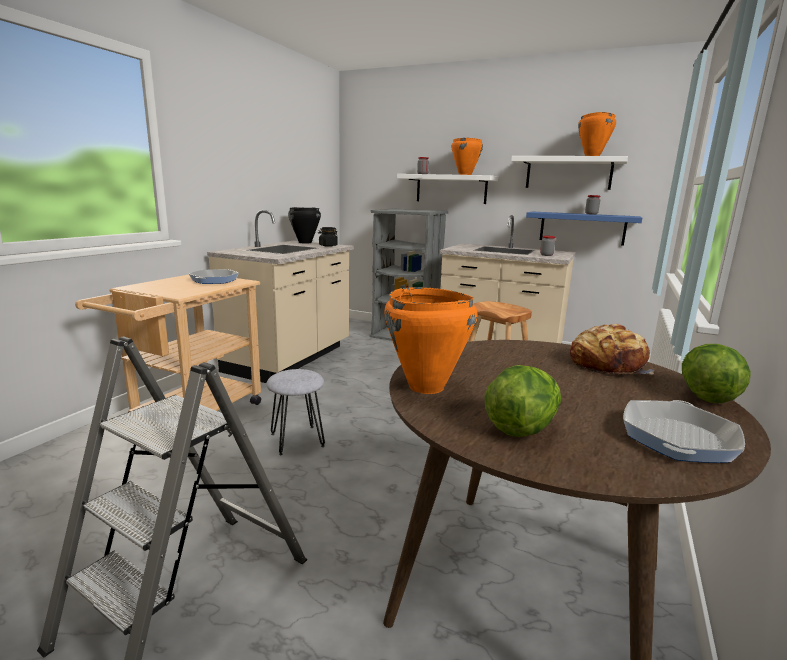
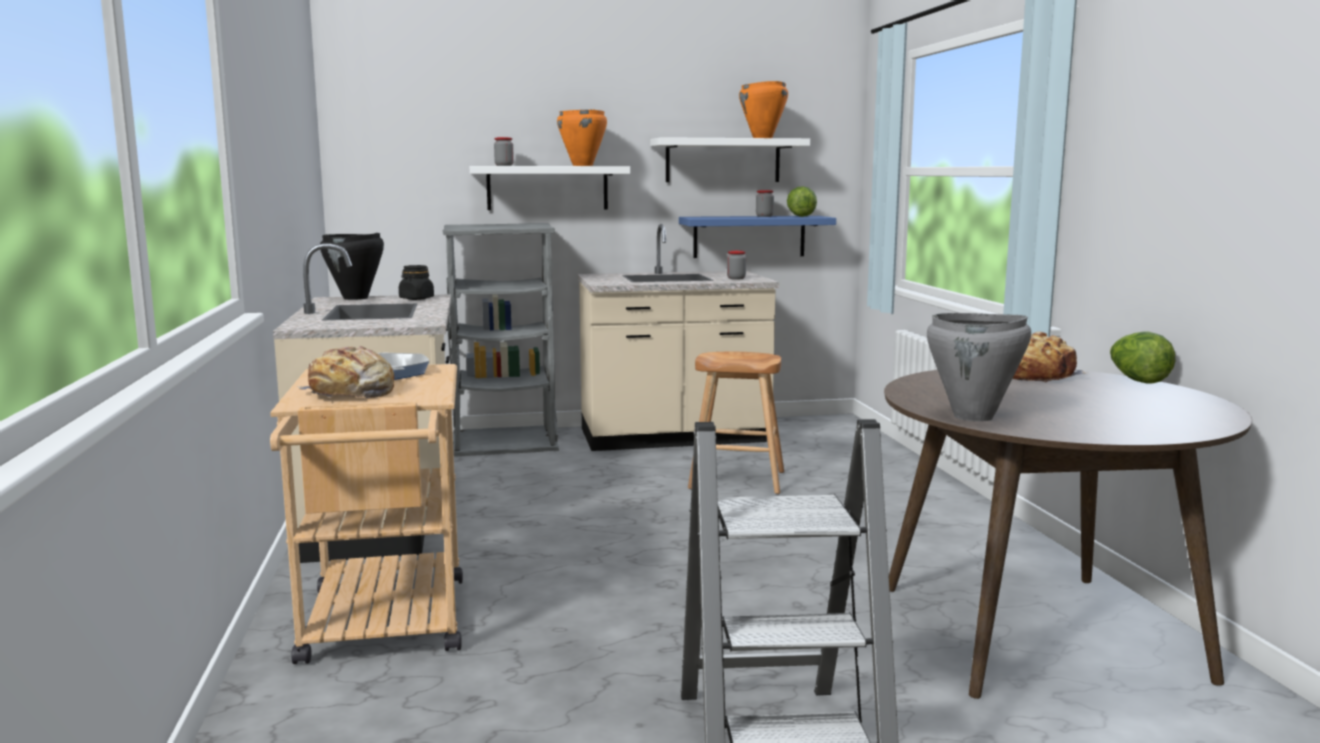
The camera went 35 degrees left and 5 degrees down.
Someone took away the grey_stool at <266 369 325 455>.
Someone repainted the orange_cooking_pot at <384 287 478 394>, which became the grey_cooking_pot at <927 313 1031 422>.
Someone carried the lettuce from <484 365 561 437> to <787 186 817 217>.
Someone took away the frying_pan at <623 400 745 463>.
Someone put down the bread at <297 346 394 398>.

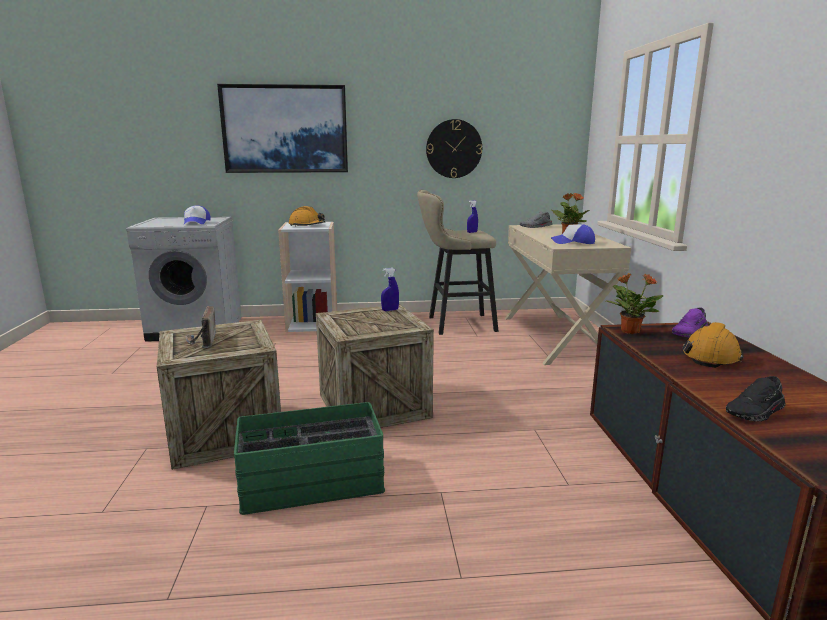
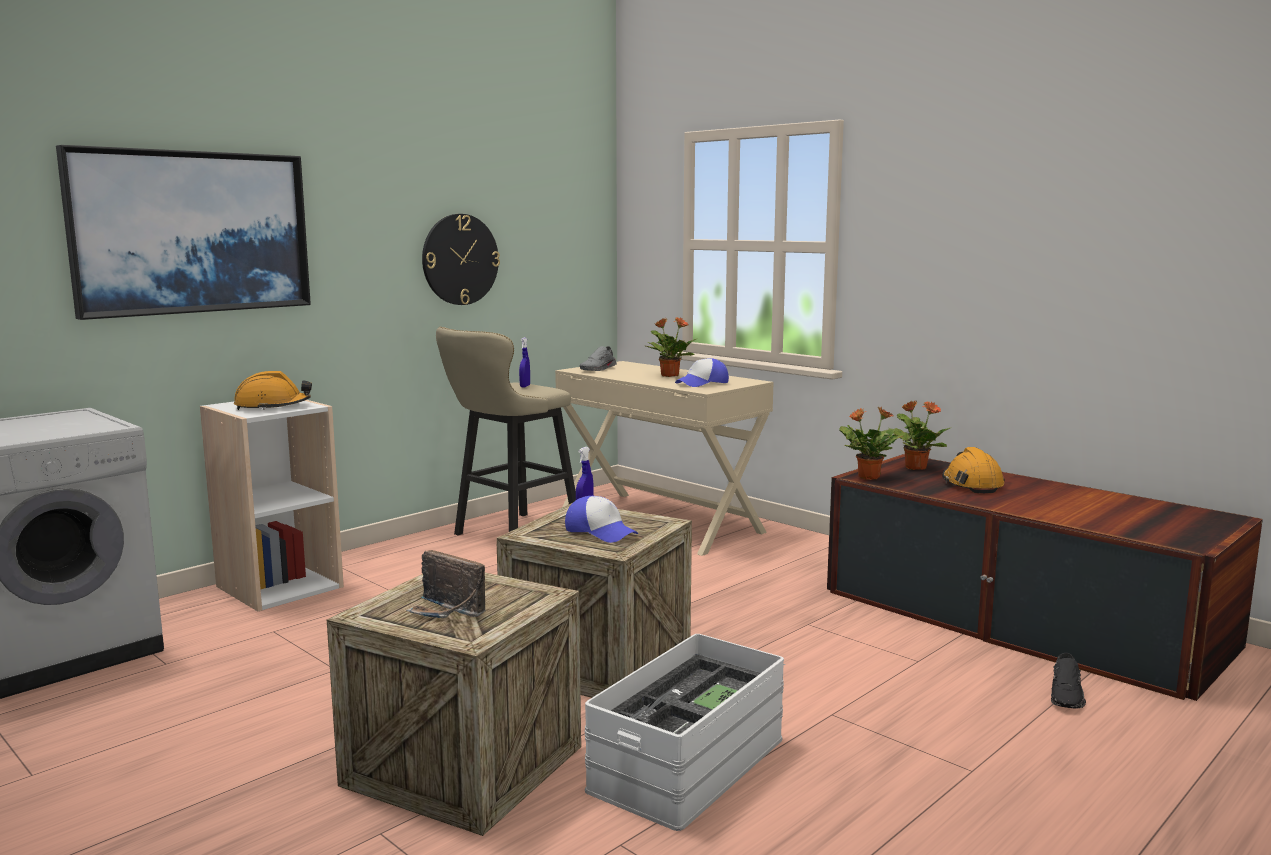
The camera went 40 degrees left and 5 degrees down.
Someone carried the cap from <184 206 211 224> to <565 496 638 543>.
Someone repainted the green_storage_box at <234 402 385 515>, which became the white_storage_box at <585 634 785 831>.
Someone swapped the purple_shoe at <672 307 708 337> for the potted_plant at <889 400 950 470>.
Someone carried the black_shoe from <726 376 786 422> to <1051 653 1086 709>.

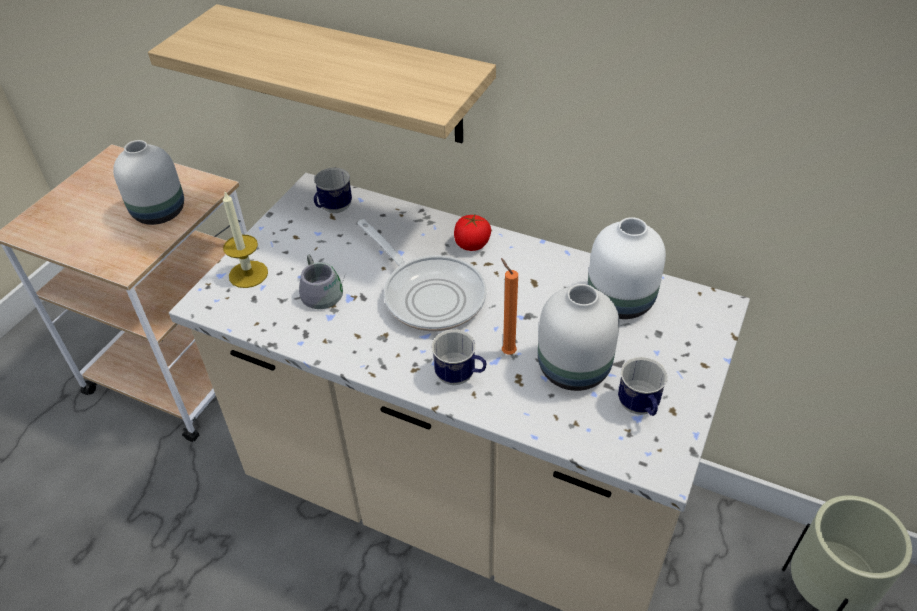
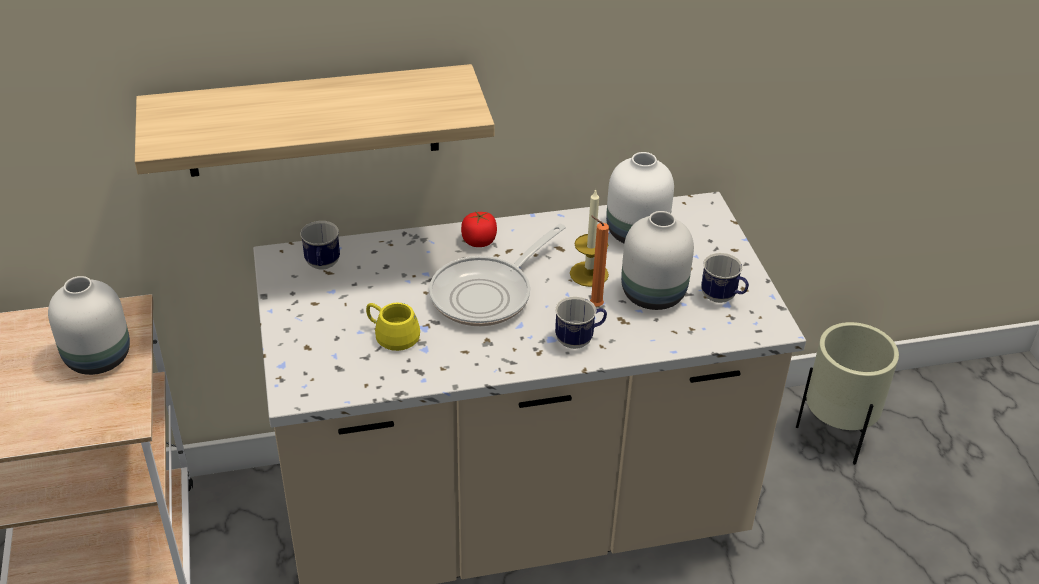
The camera went 40 degrees left and 5 degrees down.
Someone carried the candle from <223 192 268 288> to <570 188 609 287>.
Someone repainted the grey_mug at <299 255 346 309>, which became the yellow_mug at <366 302 420 351>.
Someone rotated the frying_pan at <357 219 487 332> by 120 degrees clockwise.

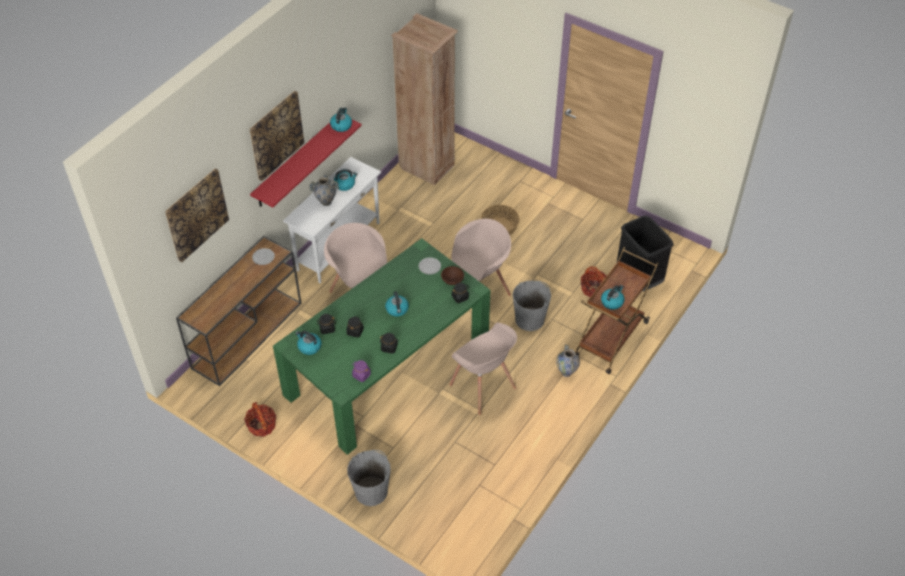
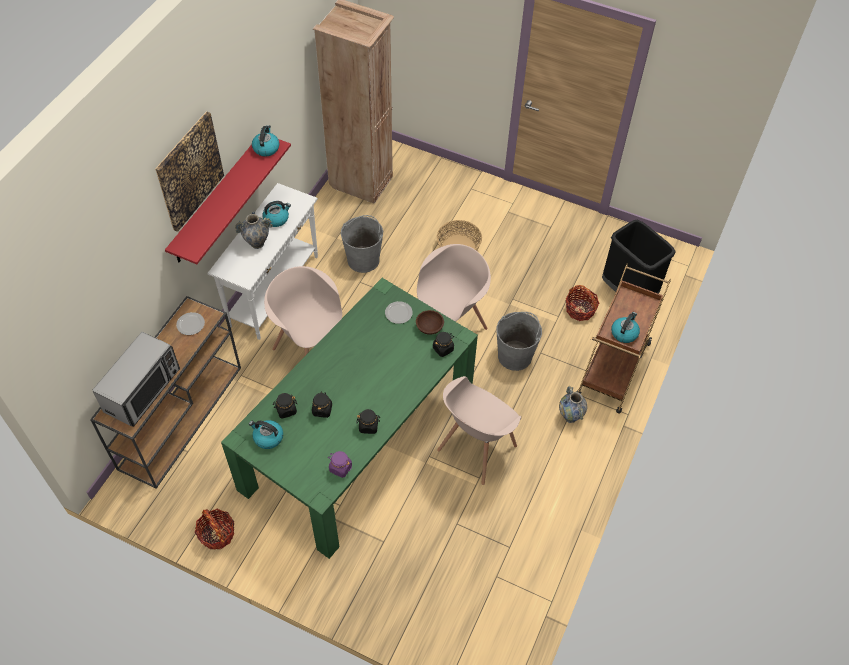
The camera went 10 degrees left and 5 degrees up.
Someone took away the picture at <165 169 229 262>.
Someone carried the grey_bucket from <347 450 391 506> to <341 215 383 273>.
Someone took away the kettle at <385 291 409 317>.
Someone rotated the beige_chair at <449 323 517 415> by 90 degrees clockwise.
Someone put down the microwave at <92 332 180 427>.

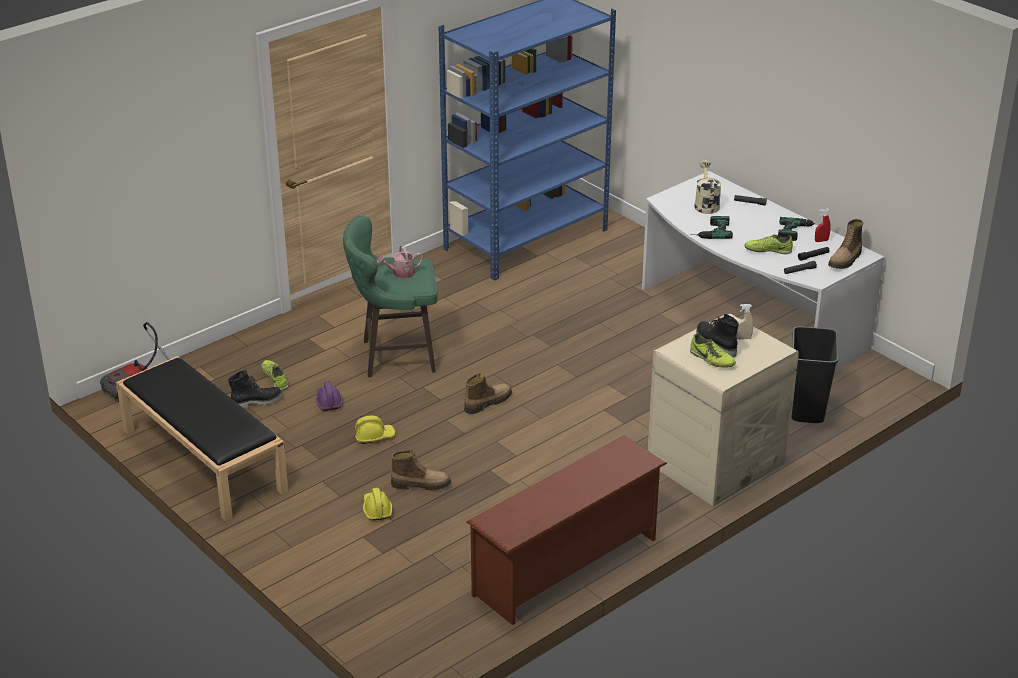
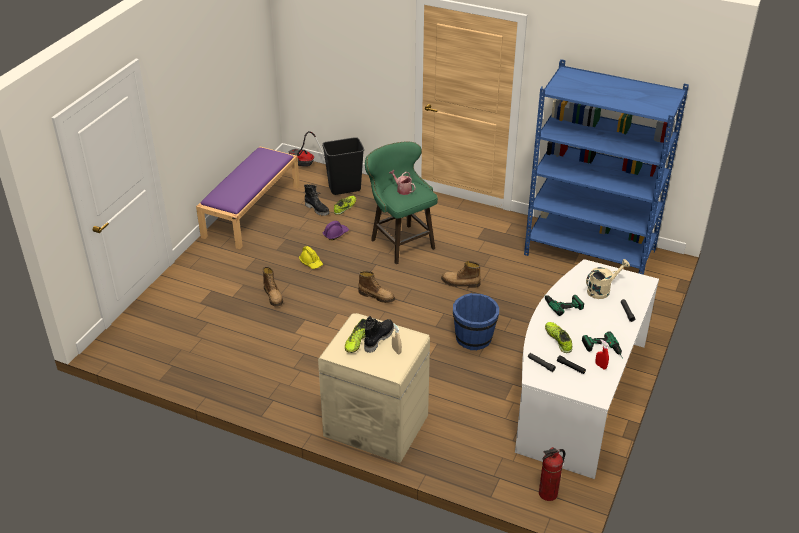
The camera went 65 degrees right and 5 degrees up.
Someone repainted the black_bench at <116 356 288 522>, which became the purple_bench at <196 147 300 249>.
Someone took away the yellow_hard_hat at <363 488 392 520>.
Someone took away the brown_shoe_rack at <466 435 667 625>.
Someone carried the black_trash_can from <791 326 838 423> to <322 137 364 195>.
Someone carried the boot from <828 219 863 269> to <441 261 481 288>.
Someone put down the blue_bucket at <453 293 499 350>.
Someone put down the fire_extinguisher at <539 447 565 501>.

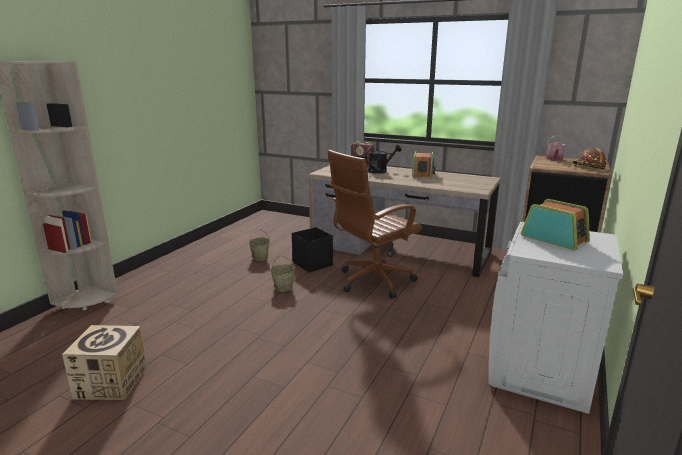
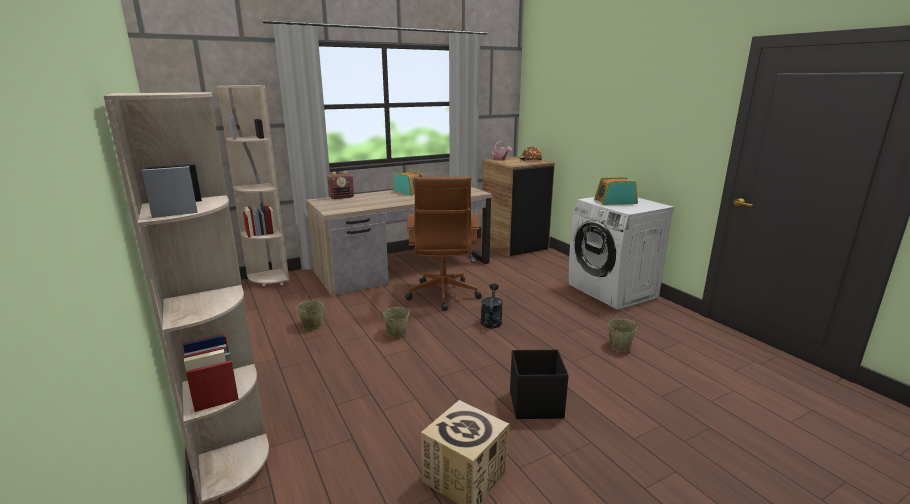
The camera went 55 degrees left and 0 degrees up.
Someone carried the black_storage_box from <292 227 333 272> to <510 349 569 419>.
Someone carried the black_watering_can from <365 145 401 174> to <480 284 503 328>.
Someone put down the beige_bookcase at <217 85 289 286>.
Someone put down the beige_bucket at <608 310 637 352>.

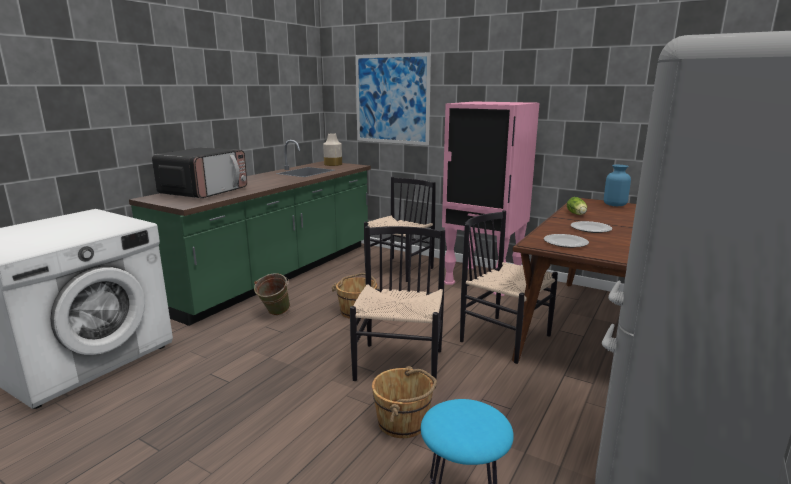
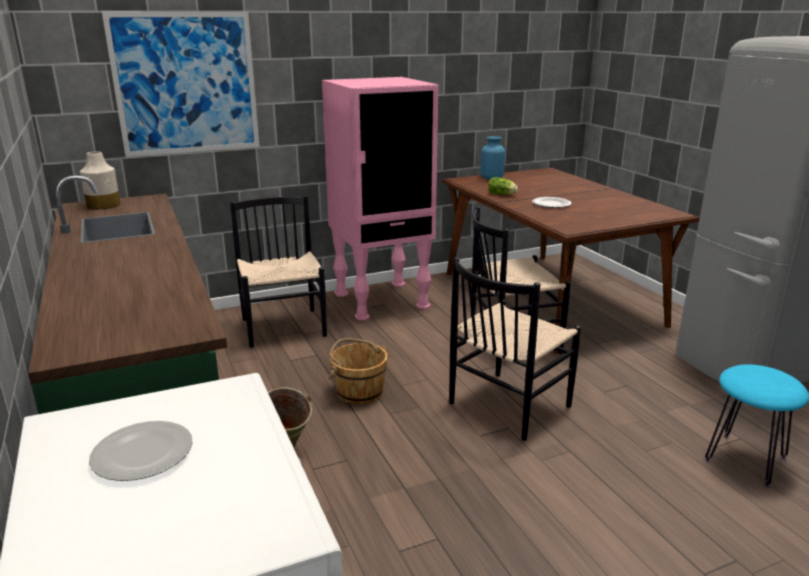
The camera went 55 degrees left and 5 degrees up.
Someone took away the microwave at <152 147 247 198>.
Someone rotated the black_chair at <350 226 445 388> by 90 degrees counterclockwise.
Someone took away the brown_bucket at <372 366 437 438>.
Someone carried the plate from <544 234 589 248> to <89 421 193 481>.

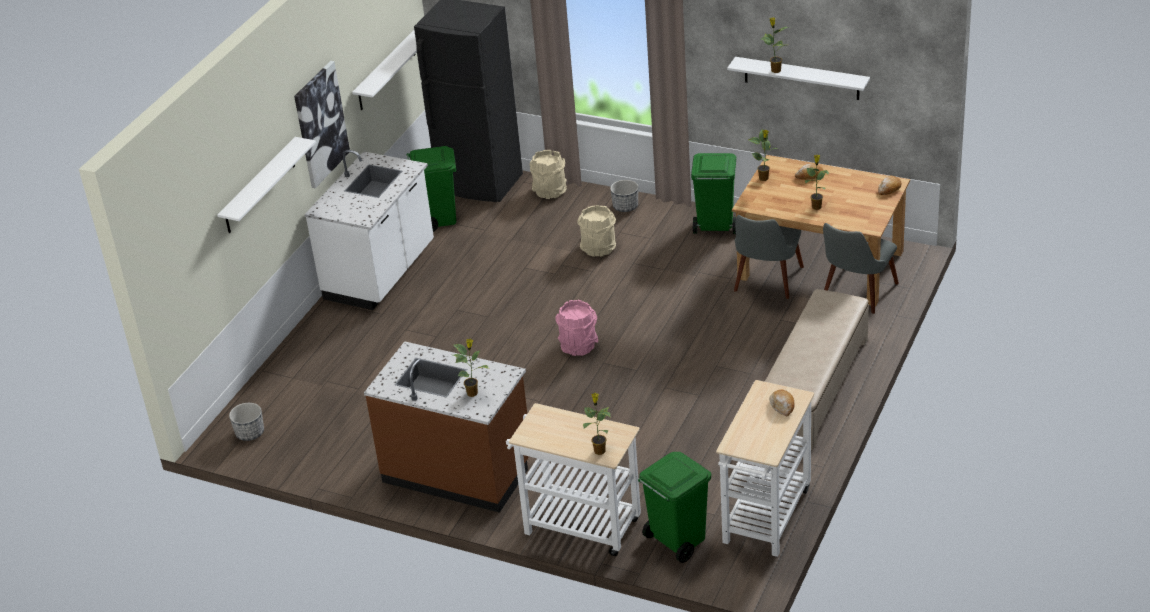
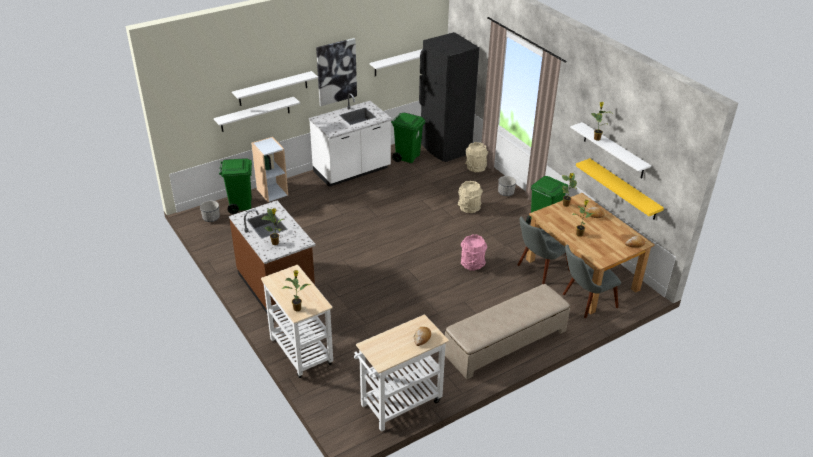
The camera went 30 degrees right and 0 degrees up.
Someone carried the pink_bucket from <555 300 598 356> to <461 234 487 271>.
Someone carried the green_trash_can from <638 452 711 563> to <219 158 252 214>.
Someone put up the white_shelf at <214 97 300 132>.
Someone put down the bookcase at <251 137 288 202>.
Someone put up the yellow_shelf at <576 158 664 220>.

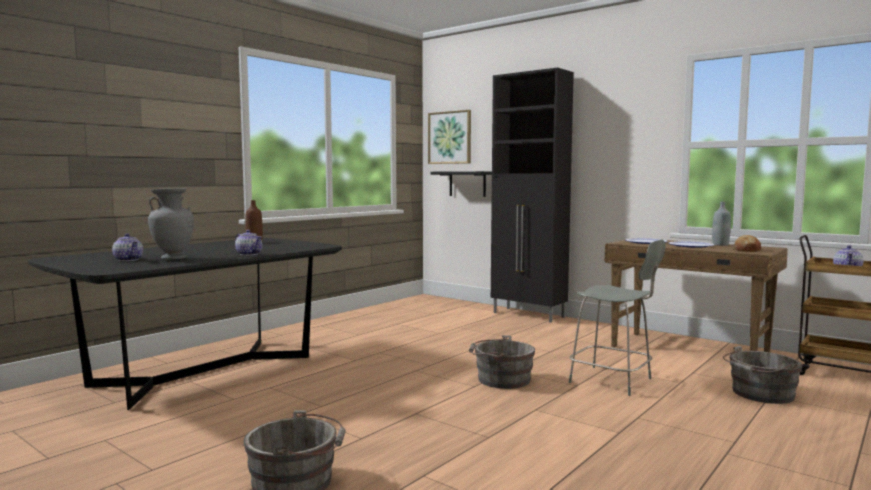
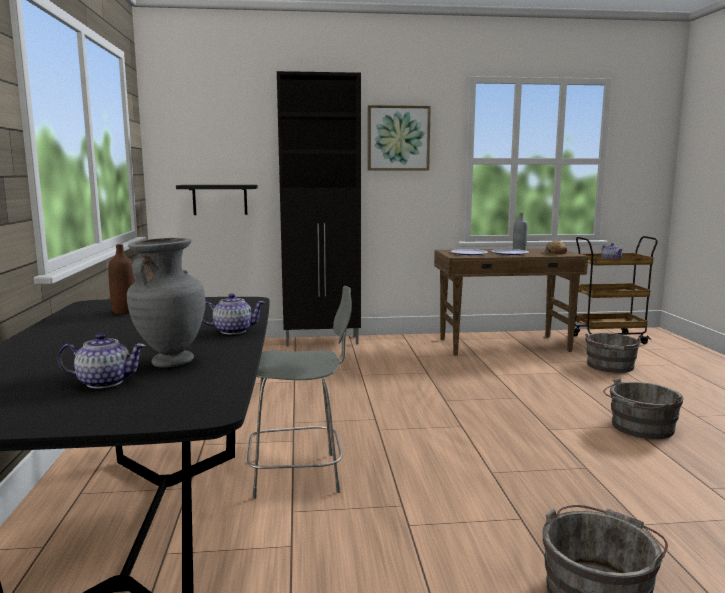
The camera went 45 degrees left and 5 degrees up.
Someone carried the picture from <428 110 471 164> to <368 105 431 170>.
Someone carried the grey_bucket from <469 335 535 389> to <603 378 683 439>.
Someone carried the grey_chair from <569 239 665 396> to <247 286 352 499>.

